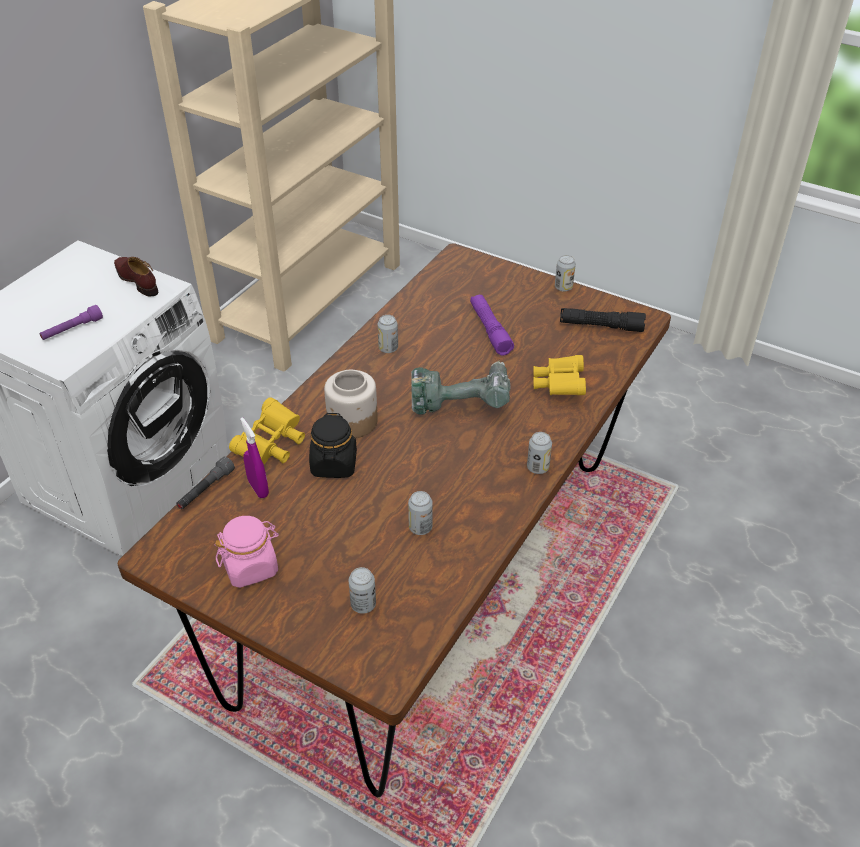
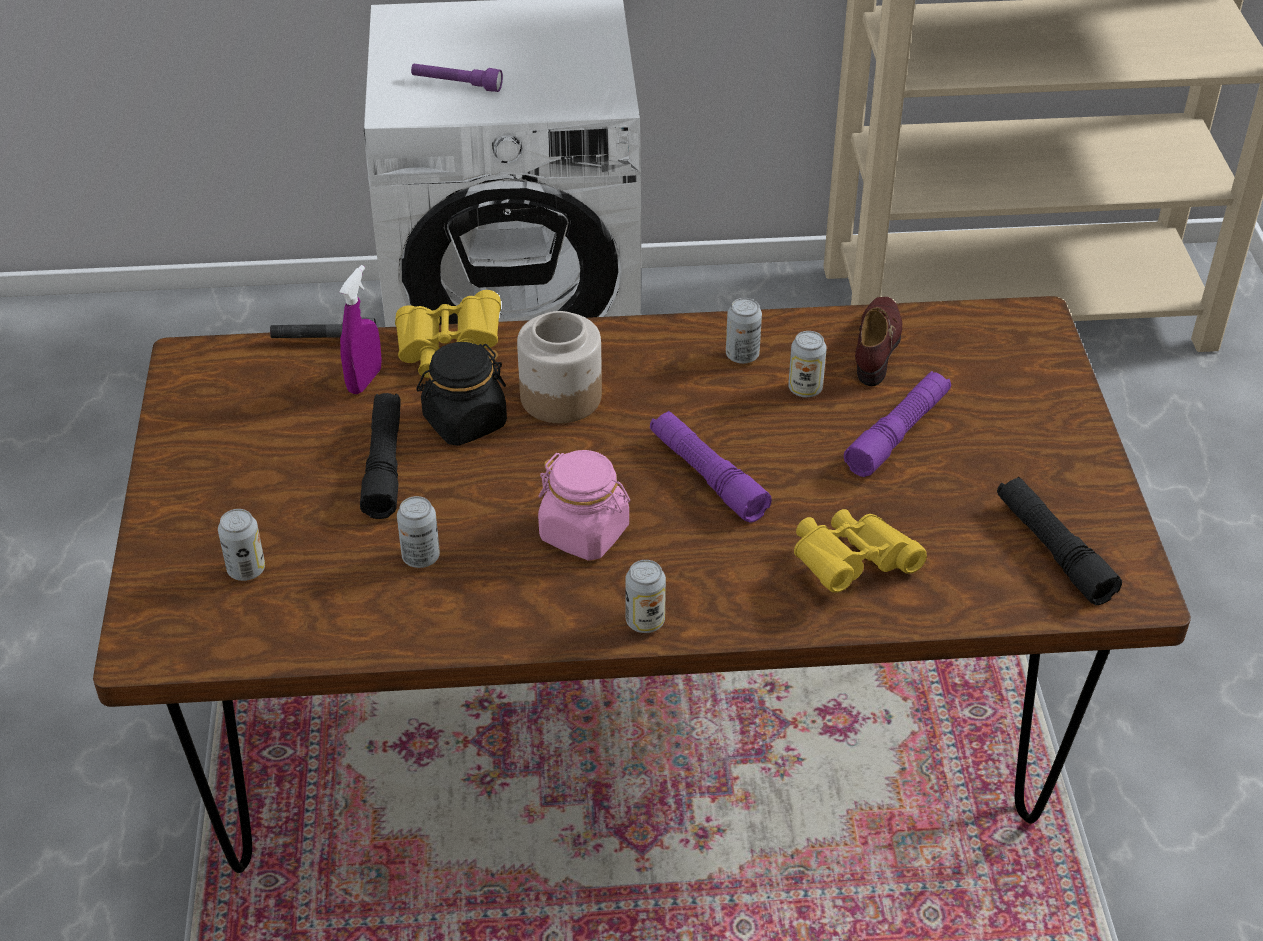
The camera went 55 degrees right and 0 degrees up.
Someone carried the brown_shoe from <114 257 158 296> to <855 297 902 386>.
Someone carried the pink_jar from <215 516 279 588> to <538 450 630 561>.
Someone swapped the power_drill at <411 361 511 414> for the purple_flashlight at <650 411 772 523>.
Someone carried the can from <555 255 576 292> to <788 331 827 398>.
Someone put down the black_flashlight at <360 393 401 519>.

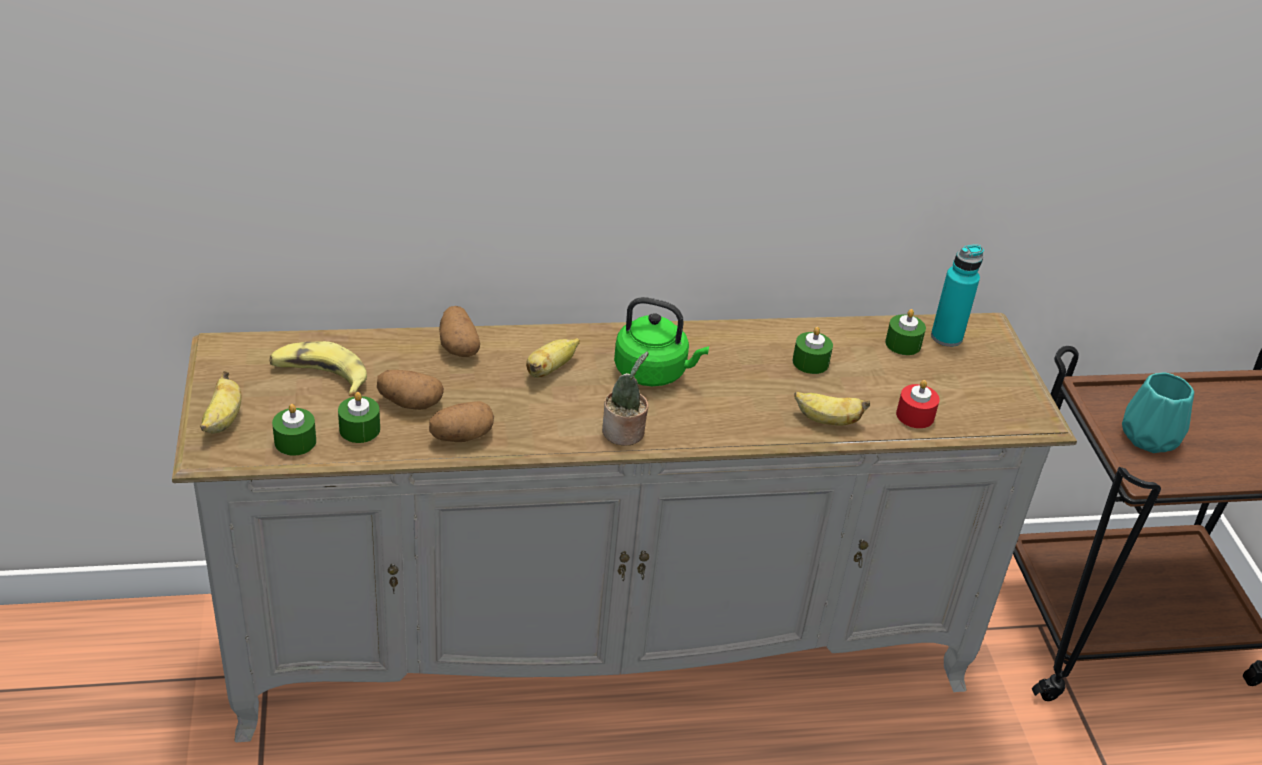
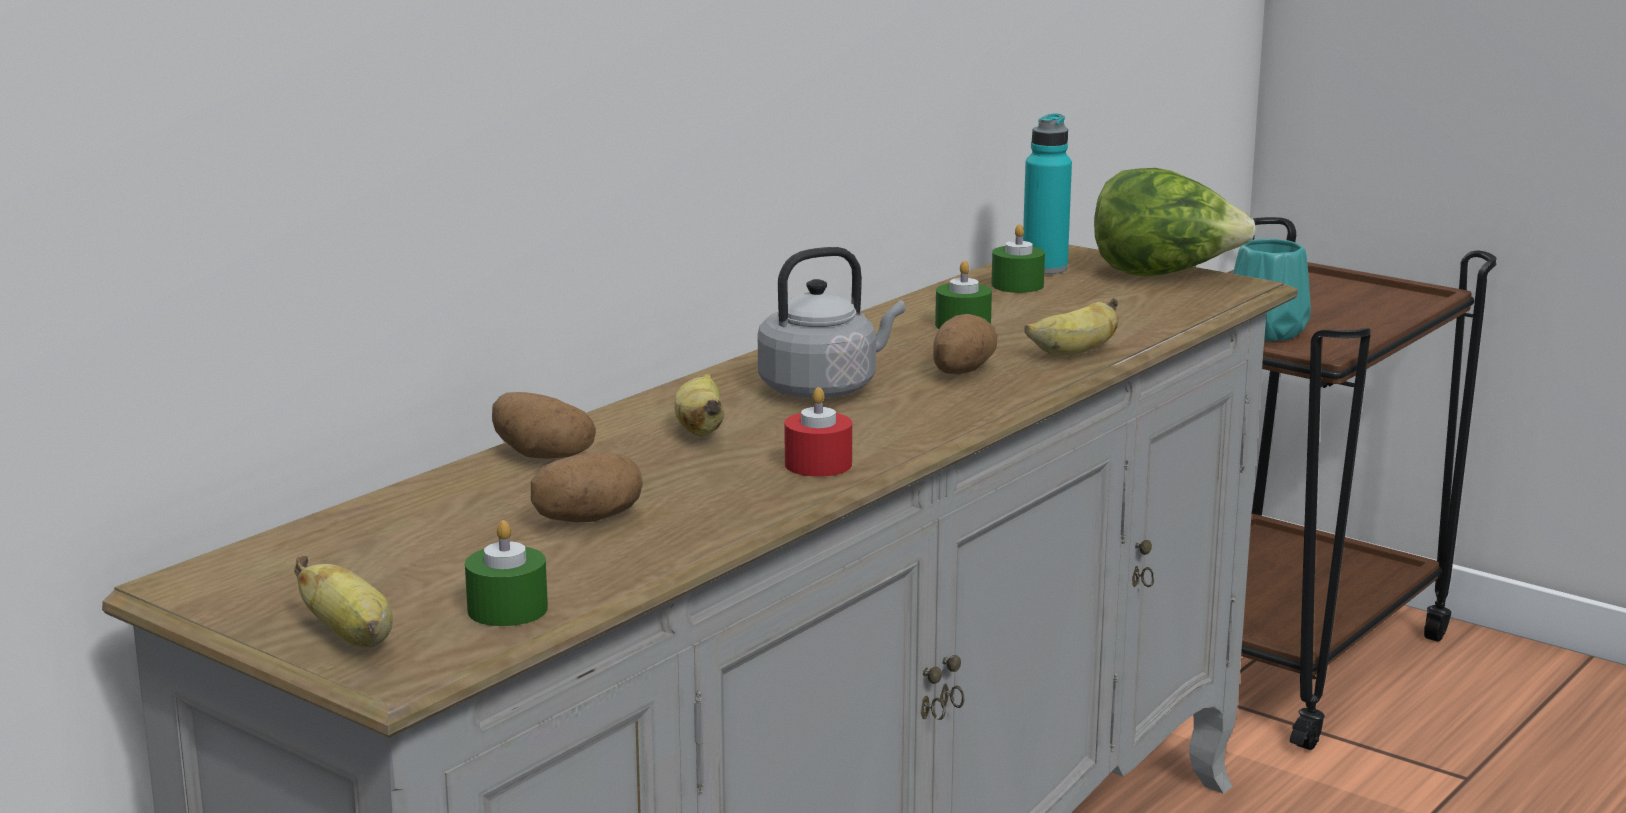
The camera went 40 degrees left and 20 degrees down.
Someone took away the banana at <269 341 367 396>.
Someone took away the green_candle at <338 392 380 443>.
Someone carried the potato from <429 401 494 442> to <933 314 998 375>.
Someone took away the potted_plant at <602 352 649 446>.
Someone repainted the green_kettle at <614 297 709 386>, which became the grey_kettle at <758 247 905 399>.
Someone carried the red_candle from <896 380 940 428> to <785 387 852 477>.
Someone put down the lettuce at <1094 168 1256 276>.

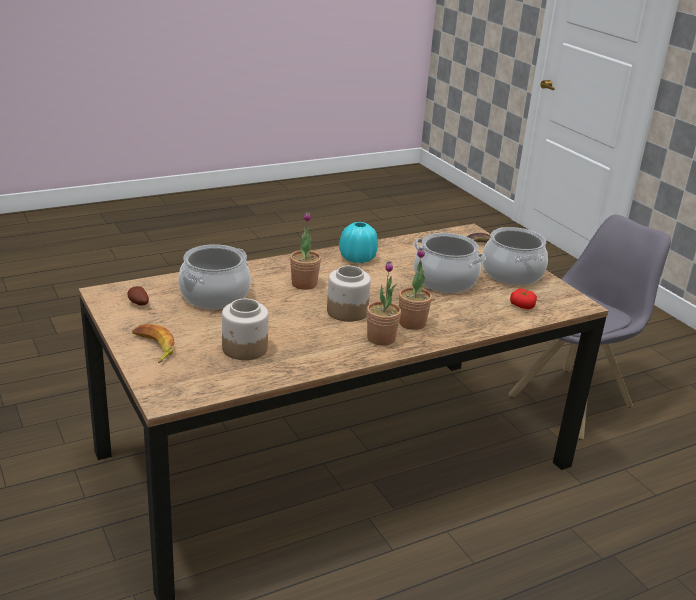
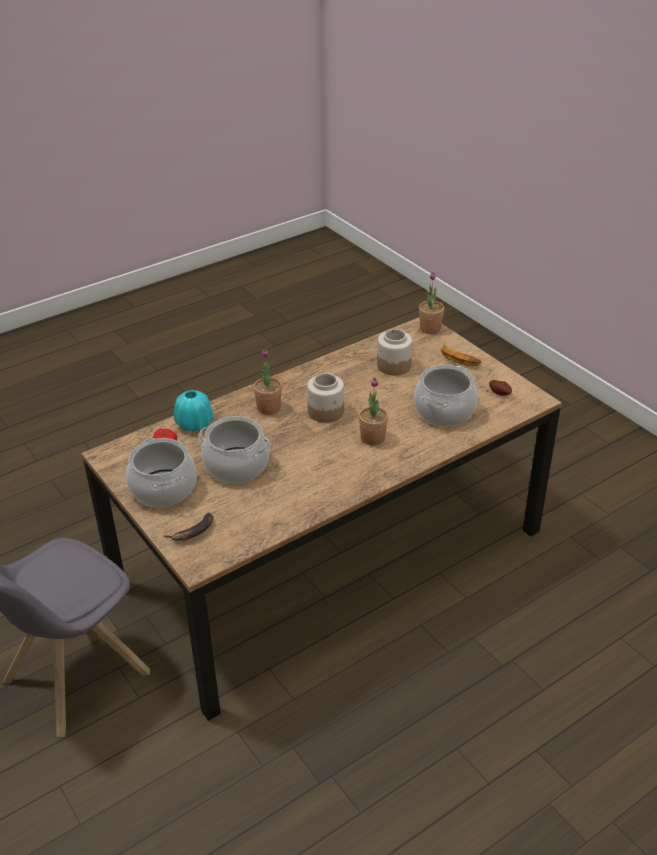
The camera went 175 degrees right and 10 degrees up.
Someone carried the turquoise_vase from <339 222 378 263> to <174 390 213 432>.
Someone carried the potted_plant from <367 261 401 346> to <419 272 444 334>.

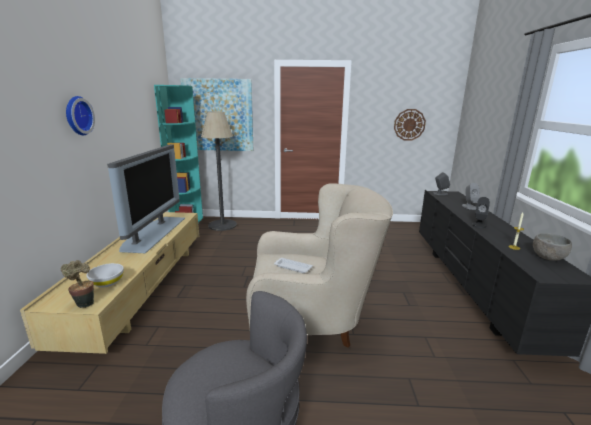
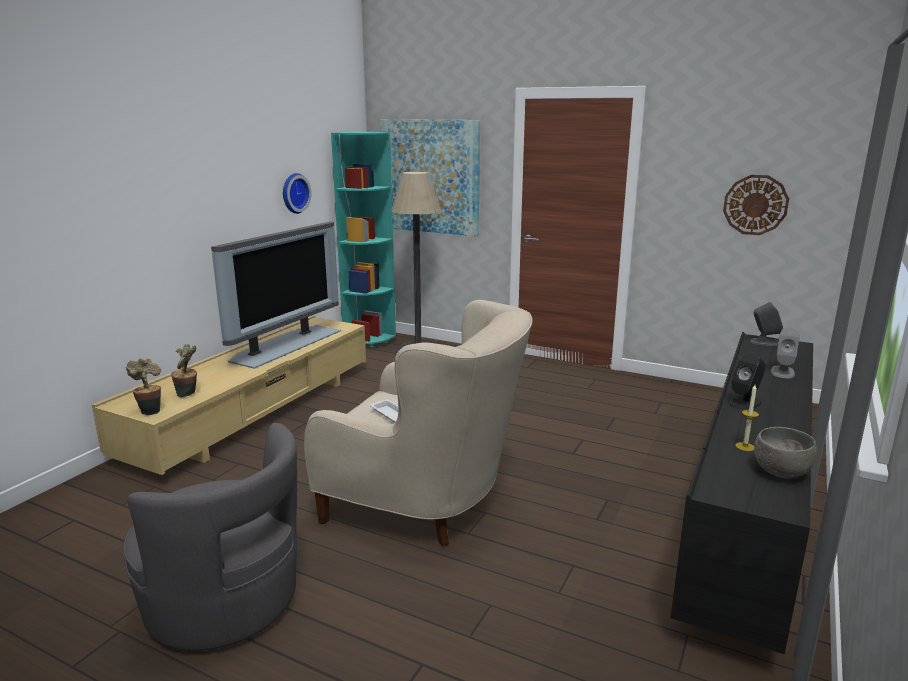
The camera went 25 degrees right and 0 degrees up.
Someone carried the wall_clock from <66 96 95 135> to <283 173 311 214>.
Someone swapped the white_bowl at <86 263 124 287> for the potted_plant at <171 344 197 397>.

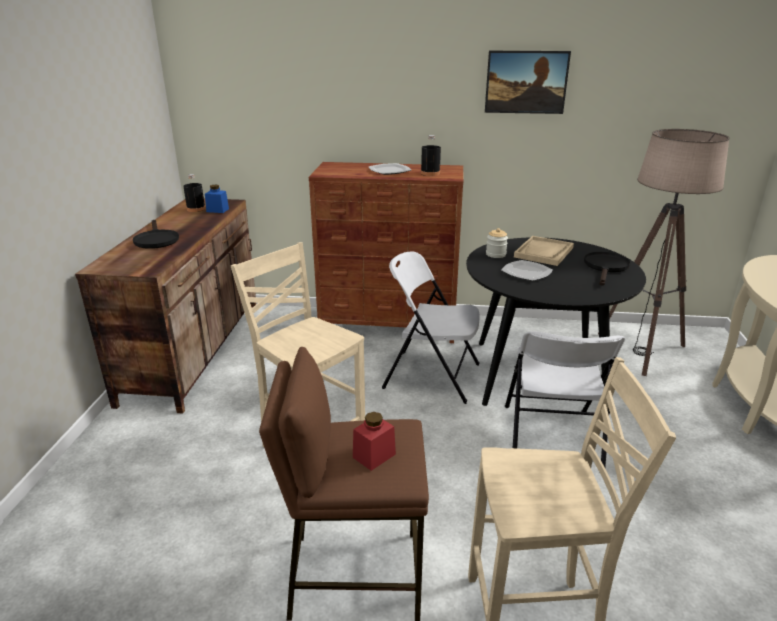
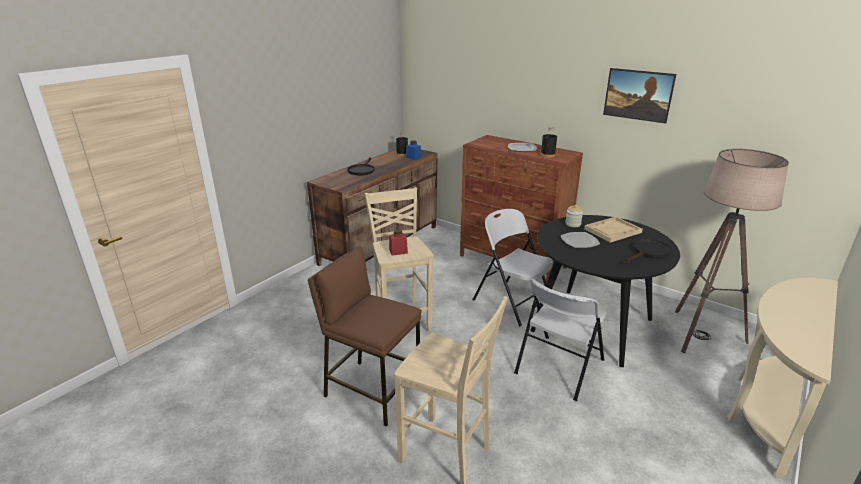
The camera went 30 degrees right and 0 degrees up.
Someone carried the red_jar from <353 412 396 471> to <389 229 408 255>.

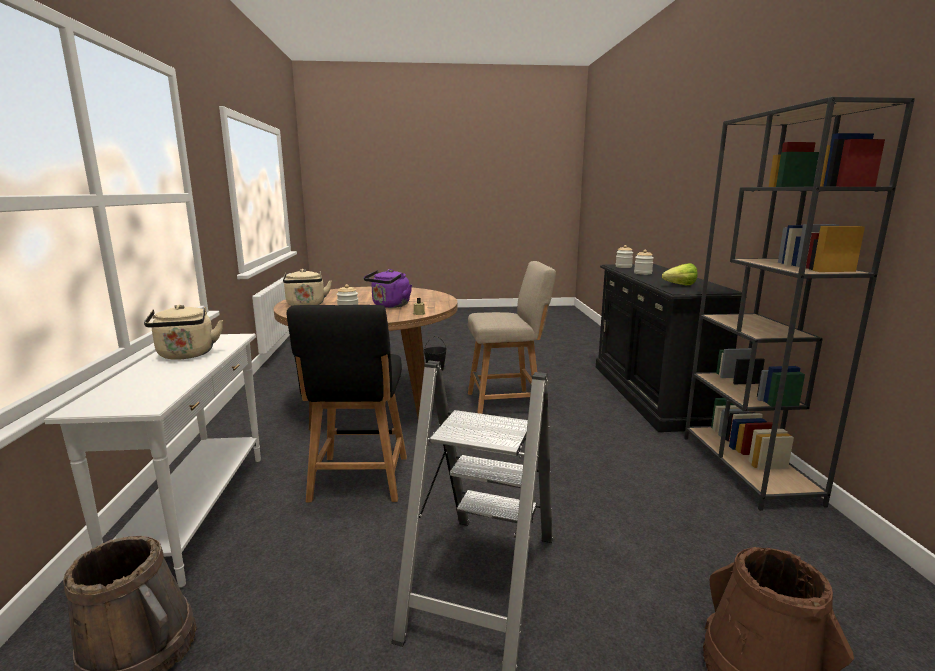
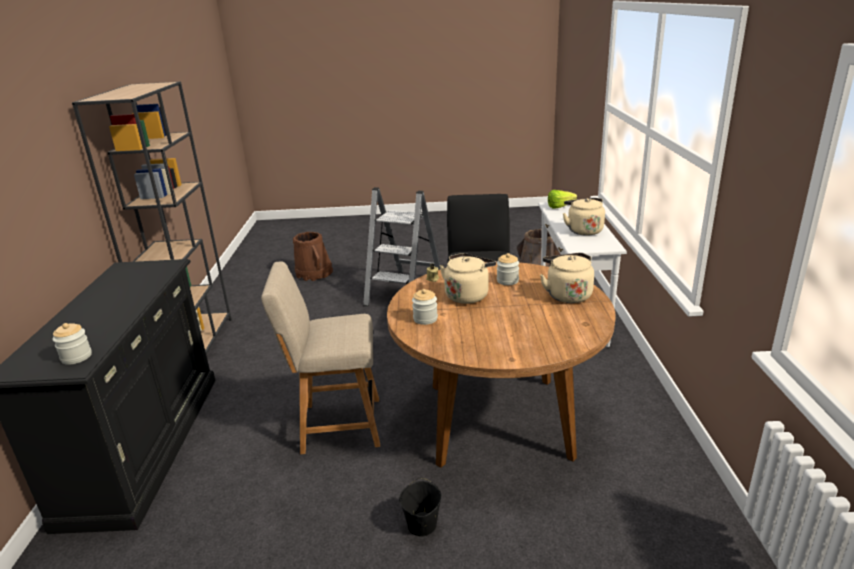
The camera went 175 degrees left and 10 degrees up.
Someone repainted the purple_kettle at <364 269 412 308>, which became the beige_kettle at <440 253 496 304>.
Someone carried the jar from <634 250 654 275> to <412 289 438 325>.
Someone carried the lettuce from <662 263 698 285> to <548 190 577 209>.

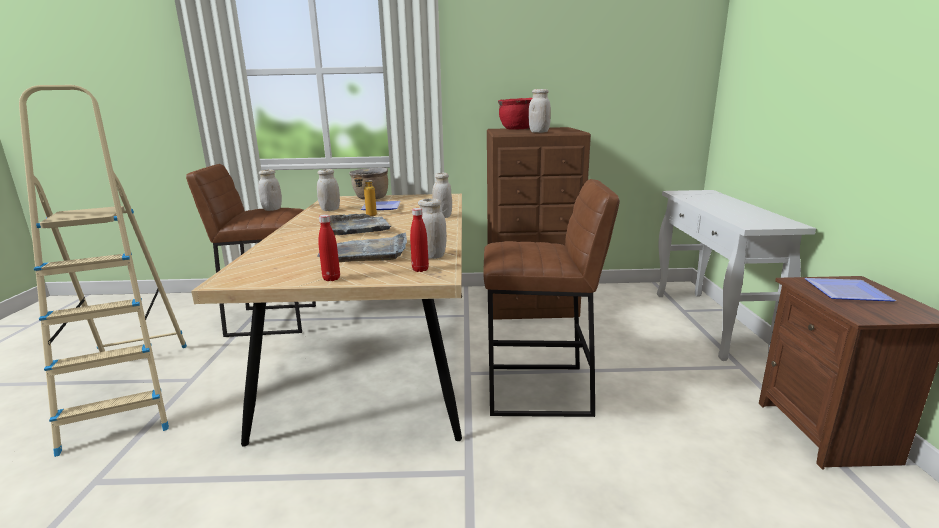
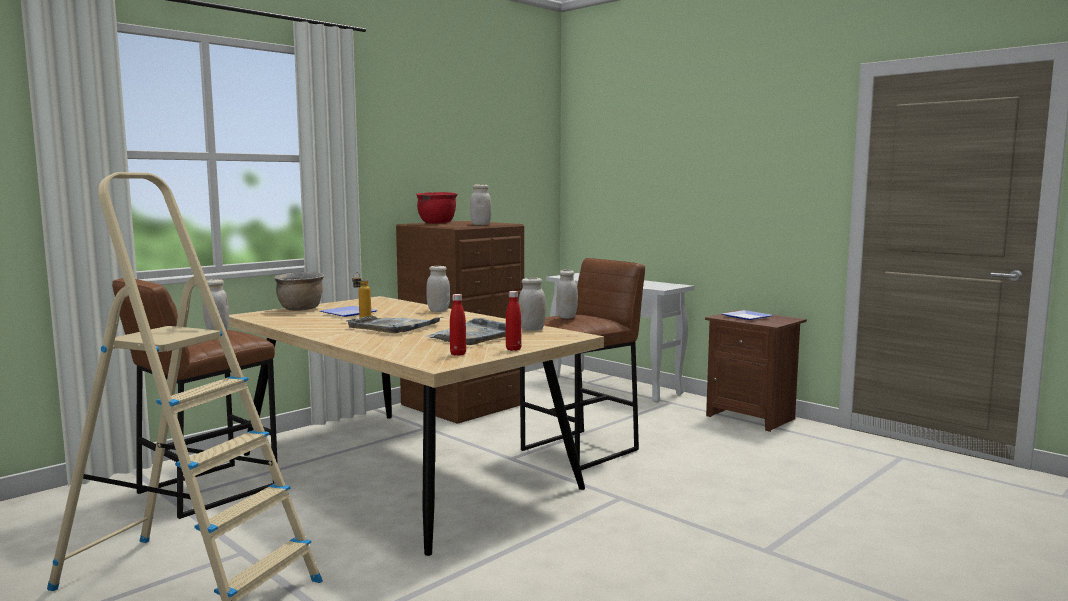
The camera went 45 degrees left and 10 degrees down.
Someone carried the white_jar from <317 169 340 211> to <556 270 578 318>.
Someone carried the red_bottle from <410 208 429 272> to <450 294 466 356>.

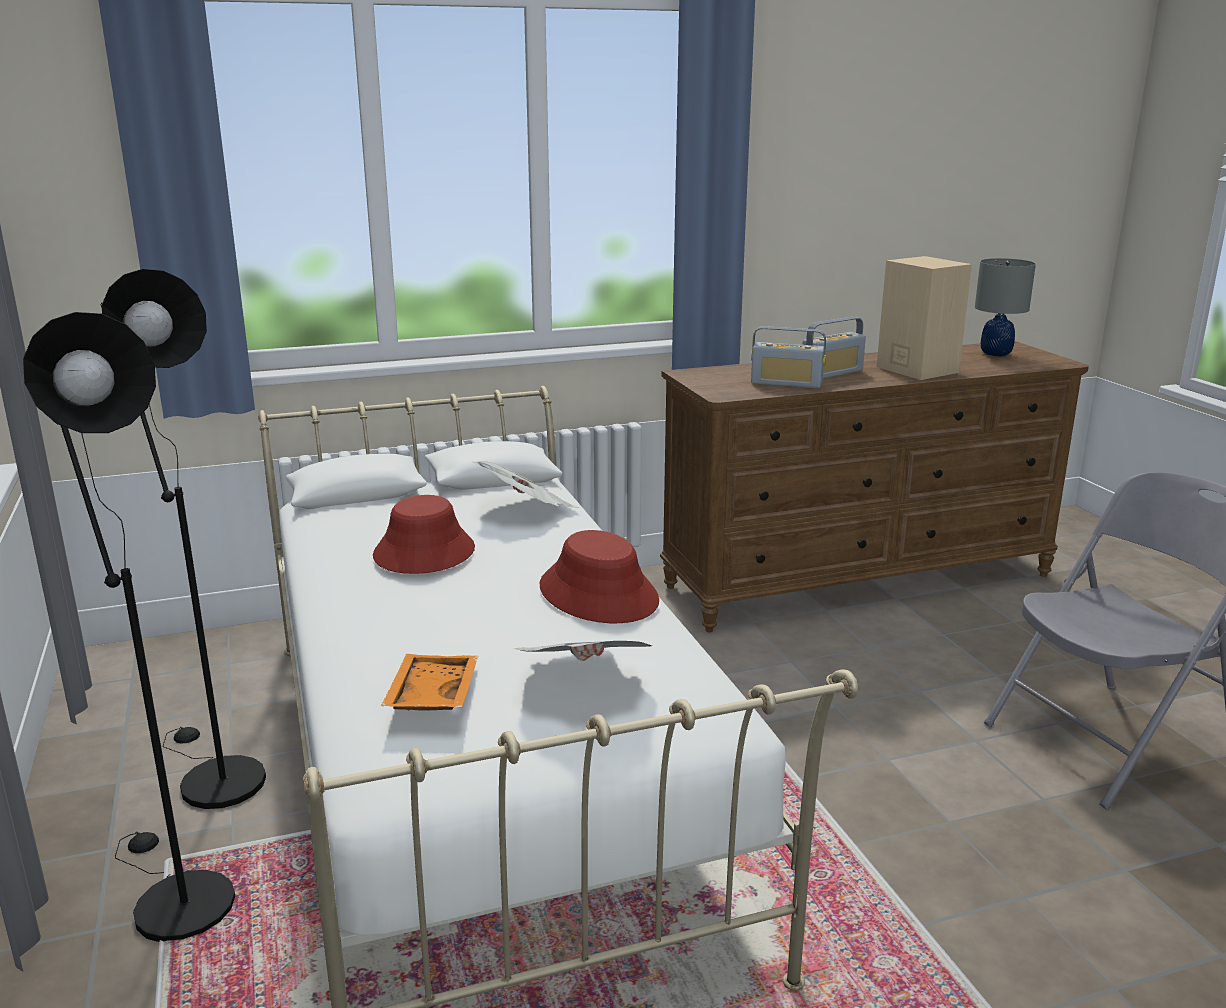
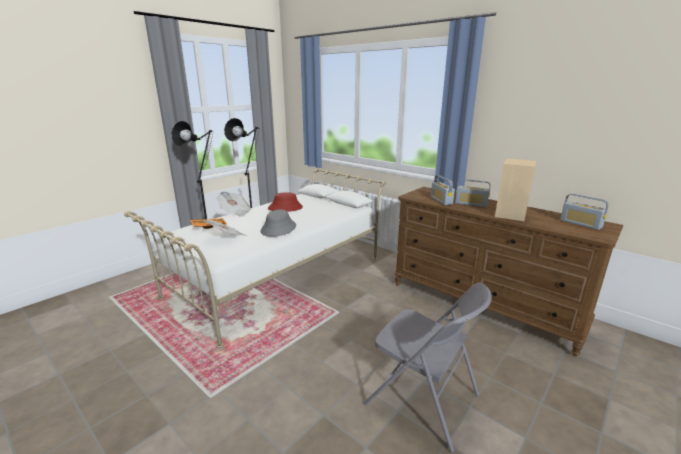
The camera went 60 degrees right and 0 degrees up.
Someone carried the newspaper from <473 461 579 508> to <216 192 251 217>.
Someone repainted the red_hat at <540 530 659 623>, which became the grey_hat at <260 209 296 237>.
Someone swapped the grey_table_lamp at <975 258 1036 357> for the radio at <560 194 609 230>.

